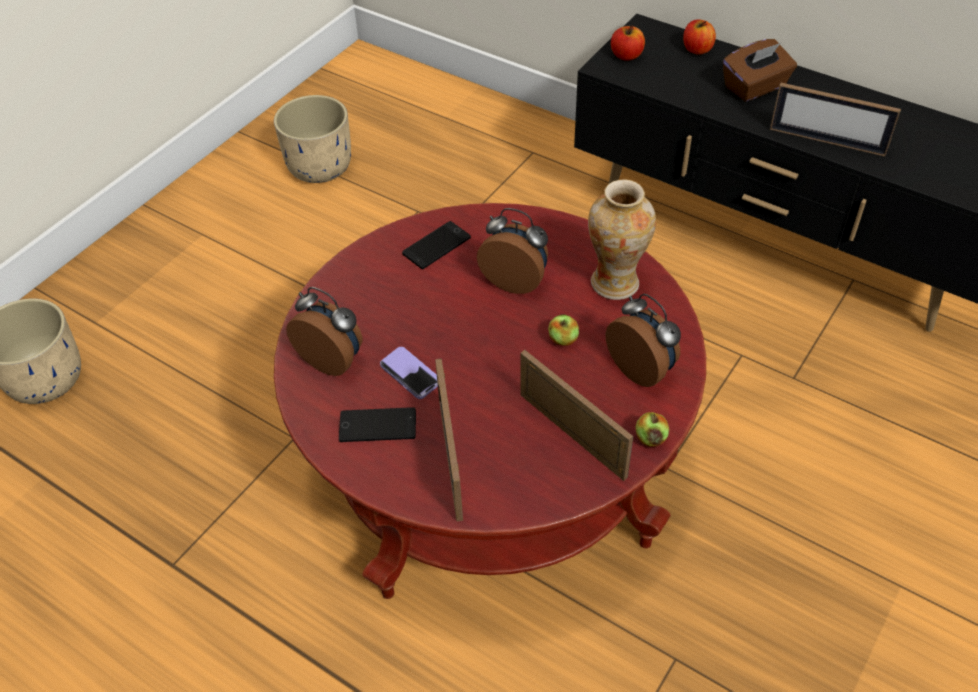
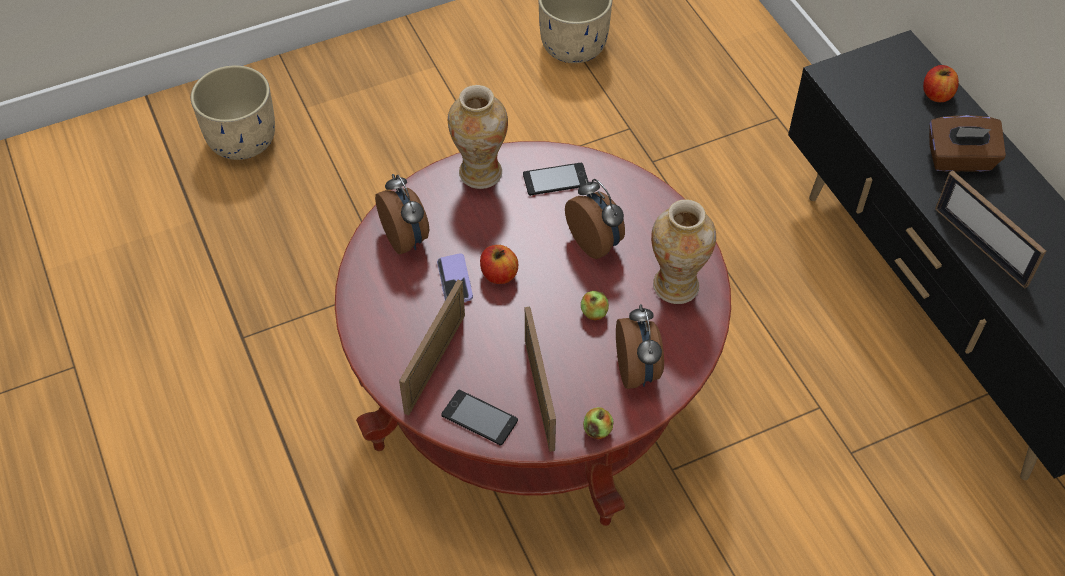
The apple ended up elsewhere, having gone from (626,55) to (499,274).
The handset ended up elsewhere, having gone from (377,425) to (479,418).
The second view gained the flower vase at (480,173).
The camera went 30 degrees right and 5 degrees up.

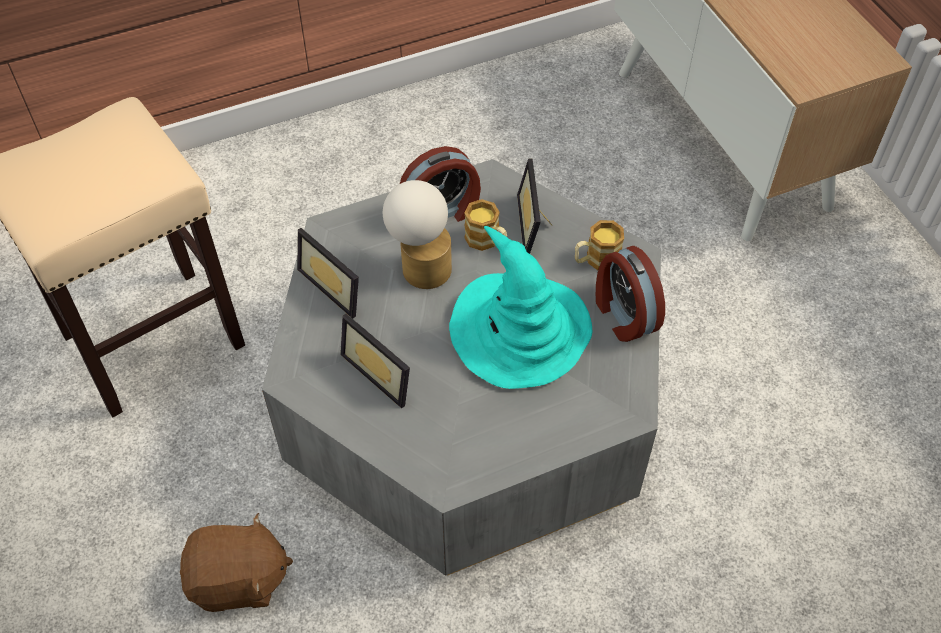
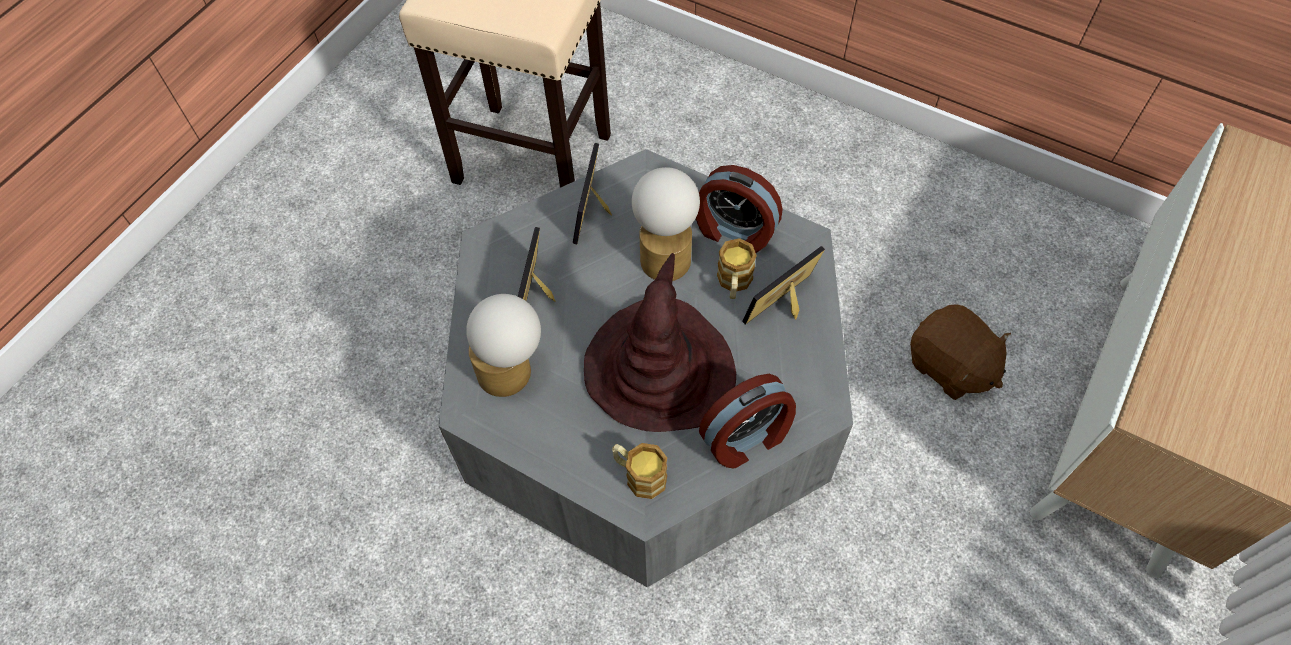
The coffee mug ended up elsewhere, having gone from (596,260) to (639,475).
What was the blue-green wearable hat at (520,331) turned into the brownish wearable hat at (659,369).
The table clock at (623,315) ended up facing another way, 150 degrees counterclockwise from before.
The brownish soft toy ended up elsewhere, having gone from (239,580) to (950,366).
The second view gained the lamp for a table at (512,374).
The camera went 55 degrees right and 5 degrees up.

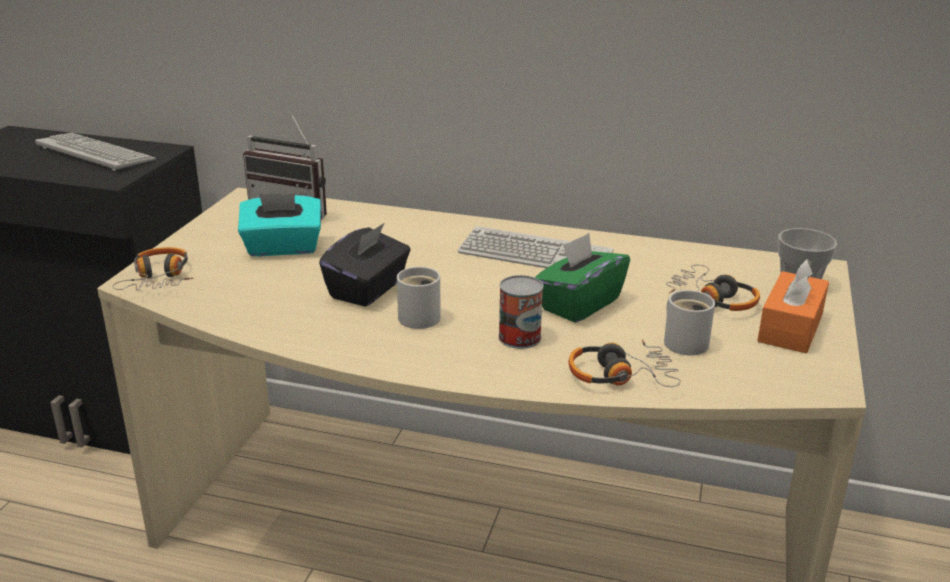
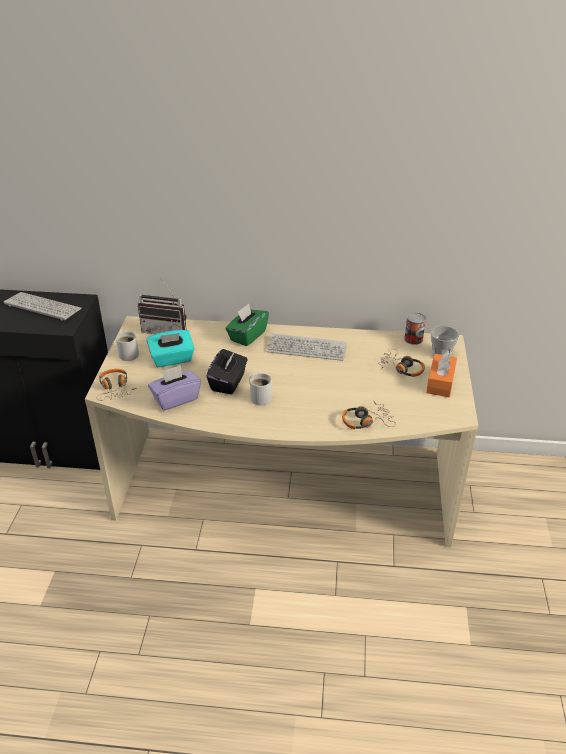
The greenish tissue holder ended up elsewhere, having gone from (579,304) to (247,336).
The sealed can ended up elsewhere, having gone from (519,337) to (413,339).
The whitish coffee mug ended up elsewhere, having gone from (685,341) to (128,354).
The second view gained the purple-coloured tissue holder at (176,399).
The camera went 10 degrees left and 10 degrees up.

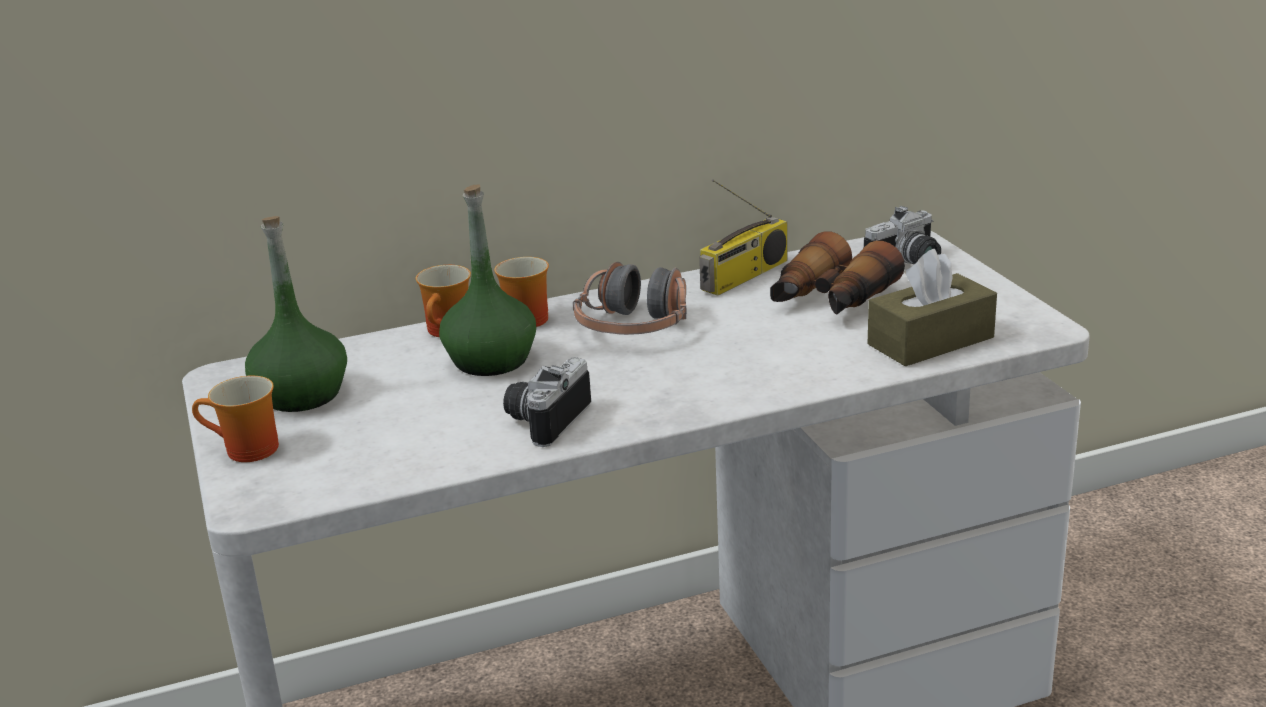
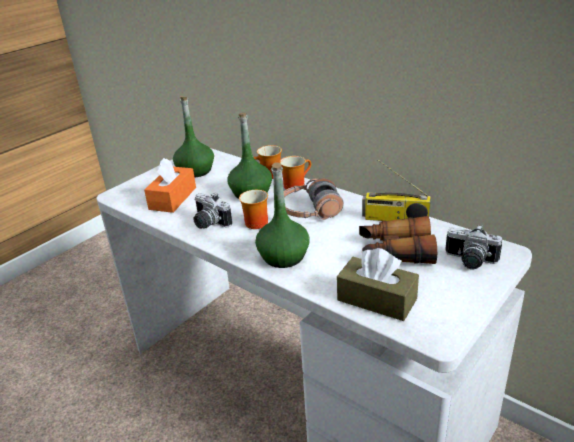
The photo camera at (544,420) ended up facing another way, 135 degrees counterclockwise from before.
The coffee mug ended up elsewhere, having gone from (245,451) to (253,222).
The second view gained the orange-coloured tissue holder at (173,198).
The second view gained the greenish drink bottle at (284,256).
The camera went 60 degrees right and 5 degrees up.

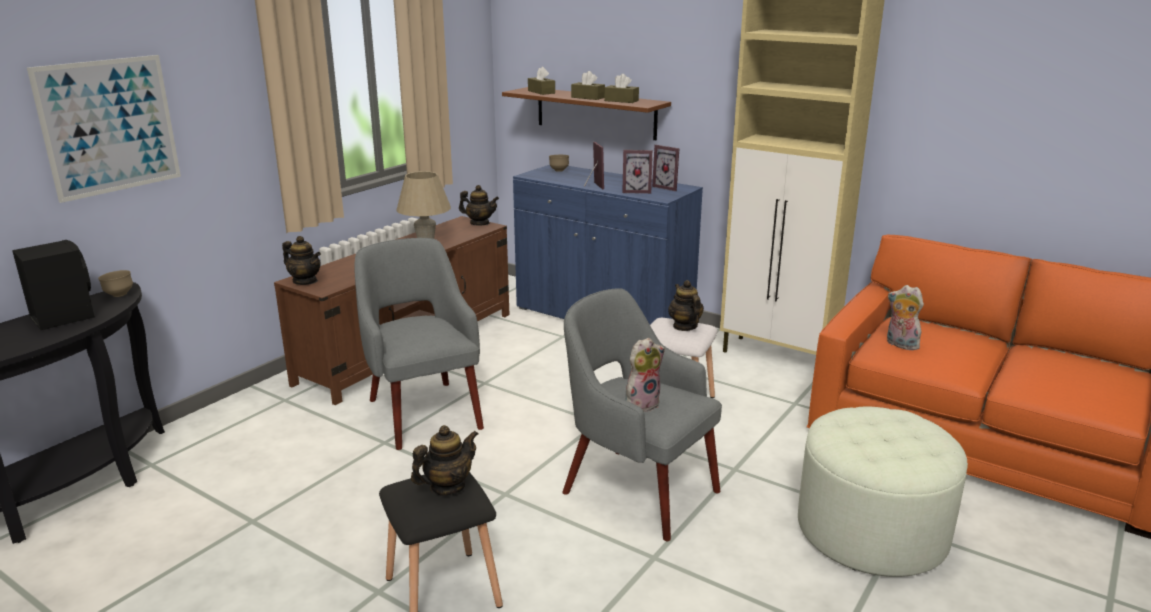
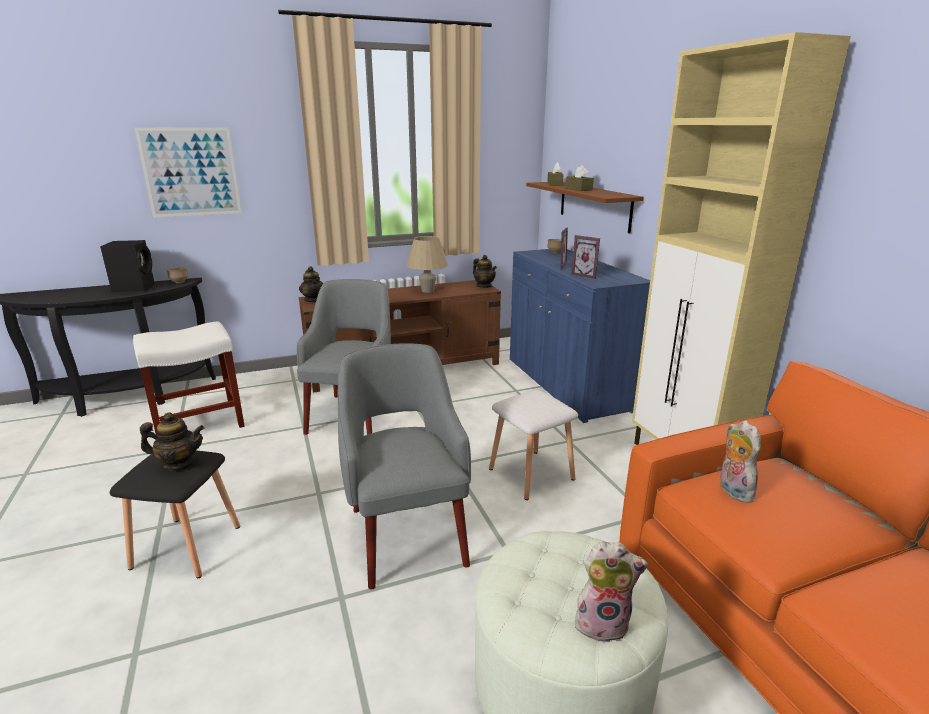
The second view lost the brownish tissue holder at (621,100).
The second view lost the standing frame at (668,187).
The second view lost the pot for tea at (684,326).
The soft toy ended up elsewhere, having gone from (642,403) to (603,623).
The second view gained the whitish stool at (200,424).
The camera went 35 degrees right and 0 degrees up.

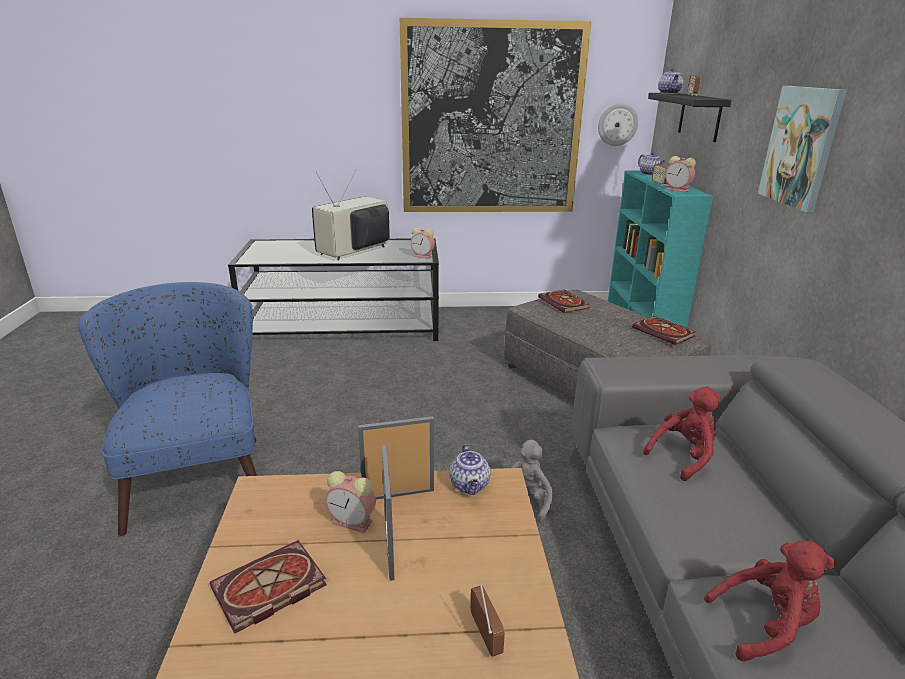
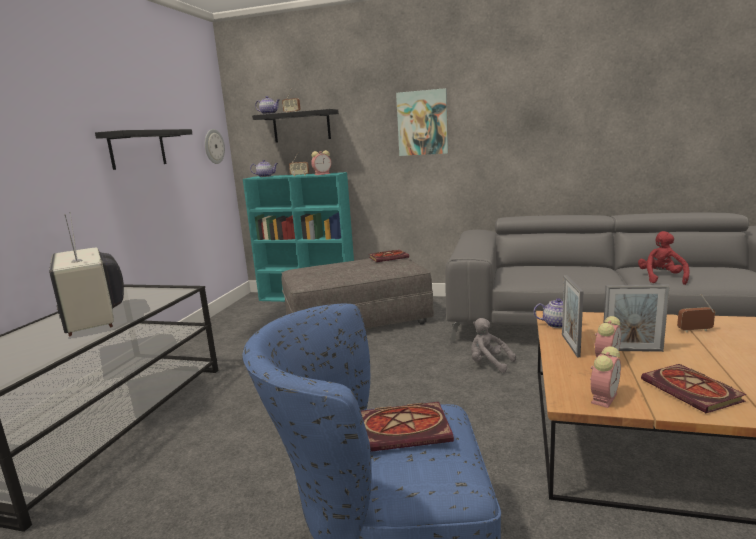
Where the wall art hung at (491,121), the black-coloured wall shelf came to hang at (137,149).
The table clock ended up elsewhere, having gone from (423,256) to (604,397).
The bound book ended up elsewhere, having gone from (565,303) to (406,429).
The second view lost the reddish soft toy at (683,456).
The camera went 70 degrees left and 10 degrees down.

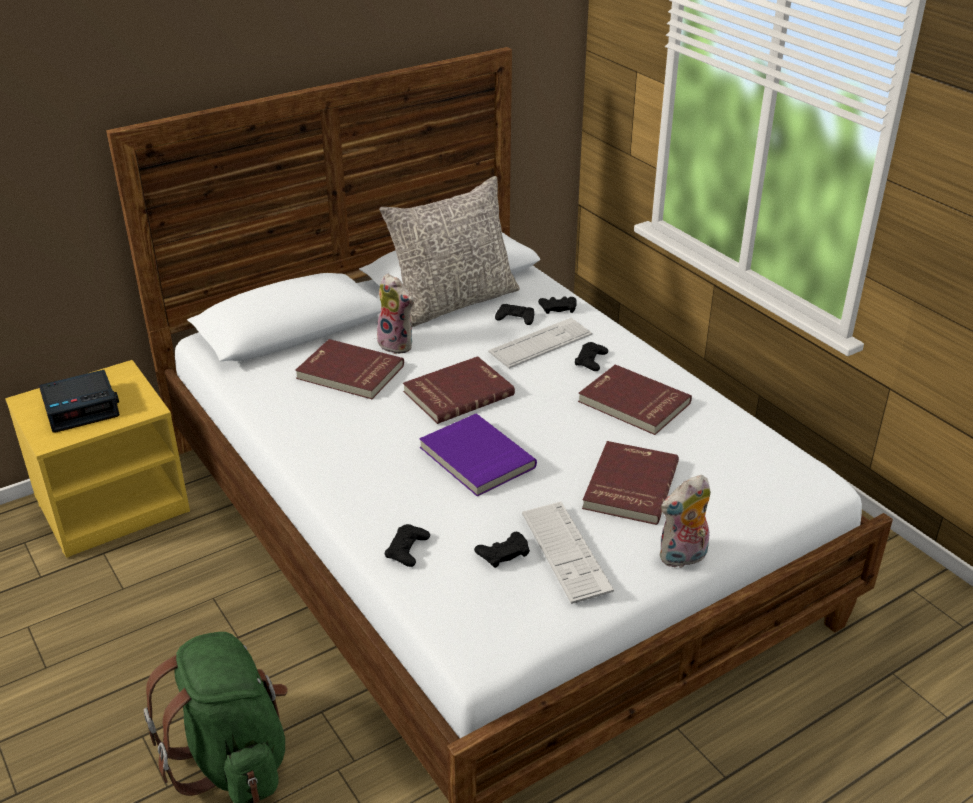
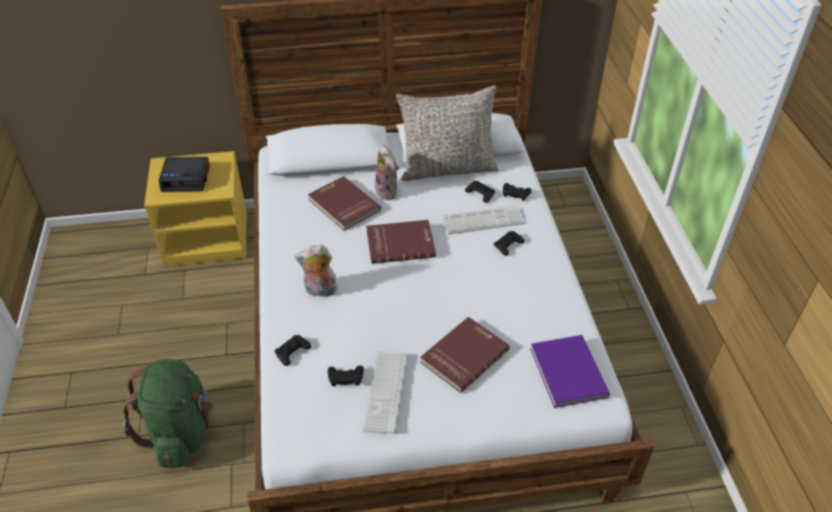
The second view lost the reddish bound book at (633,403).
The purple-coloured bound book ended up elsewhere, having gone from (475,458) to (566,373).
The soft toy ended up elsewhere, having gone from (683,558) to (320,291).
The camera went 25 degrees right and 10 degrees up.

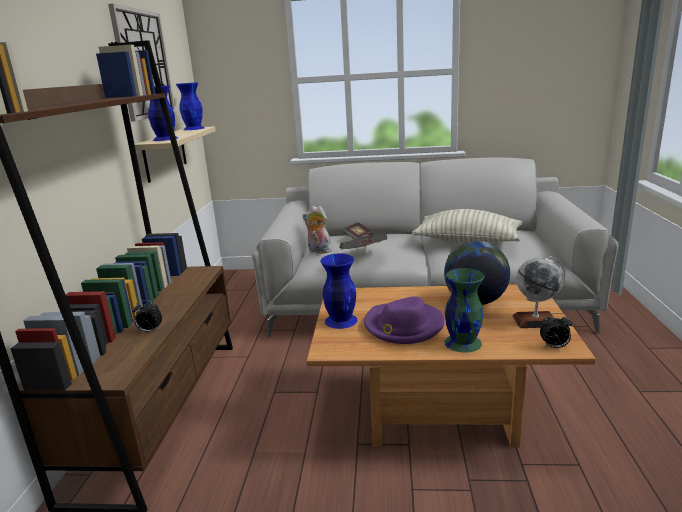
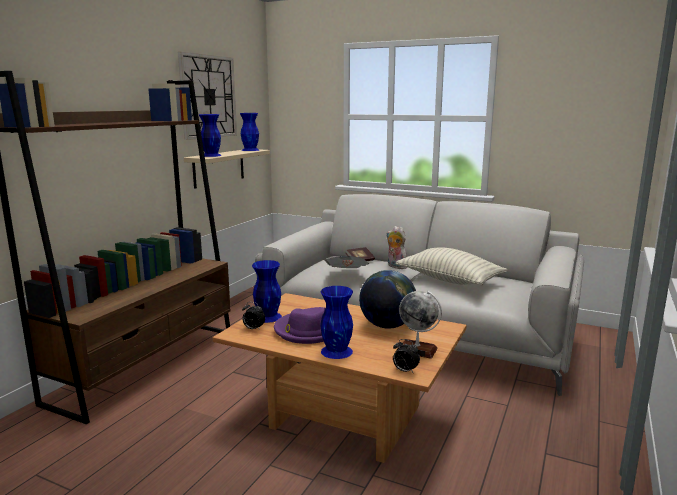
The soft toy ended up elsewhere, having gone from (318,251) to (395,266).
What was the greenish flower vase at (462,342) turned into the blue-coloured flower vase at (336,351).
The table clock ended up elsewhere, having gone from (150,331) to (253,329).
The camera went 20 degrees right and 5 degrees down.

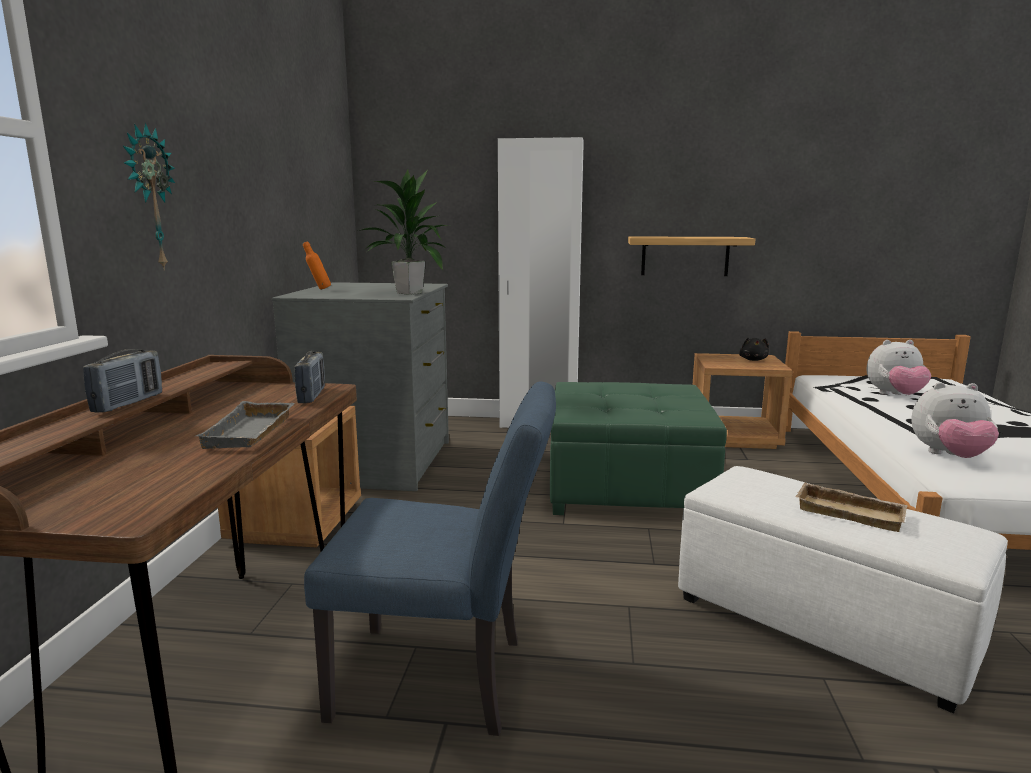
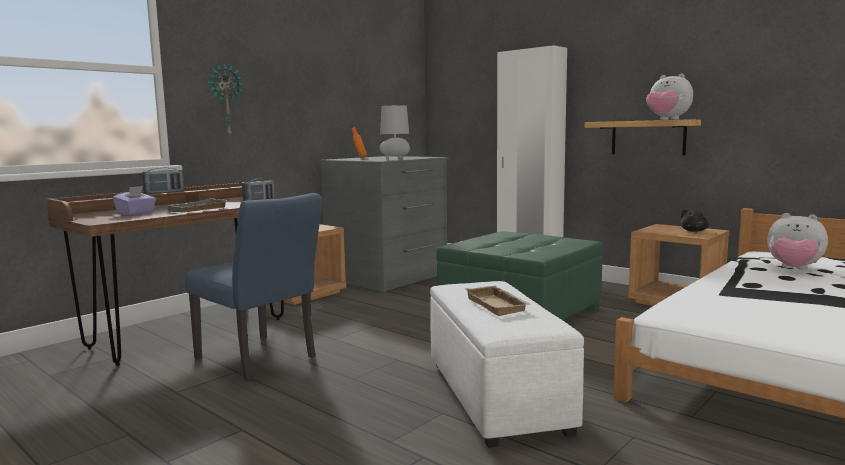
Where the houseplant stood at (408,293), the grey lamp for a table came to stand at (395,159).
The soft toy ended up elsewhere, having gone from (949,456) to (667,119).
The second view gained the purple-coloured tissue holder at (136,213).
The camera went 35 degrees right and 5 degrees down.

